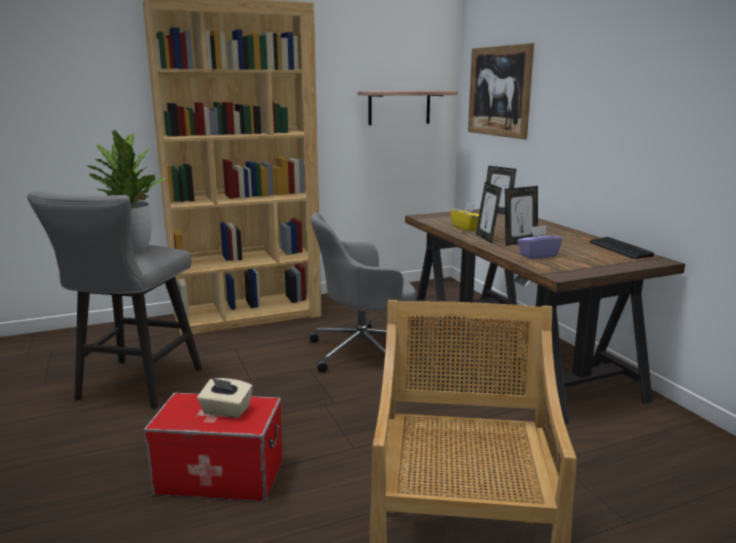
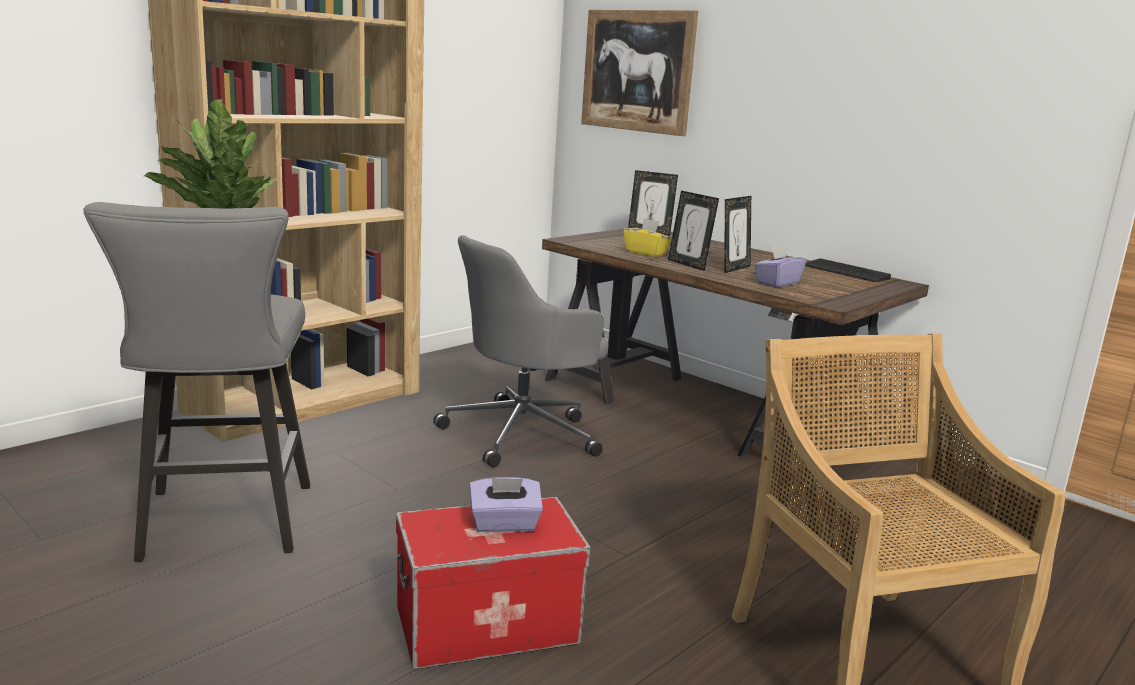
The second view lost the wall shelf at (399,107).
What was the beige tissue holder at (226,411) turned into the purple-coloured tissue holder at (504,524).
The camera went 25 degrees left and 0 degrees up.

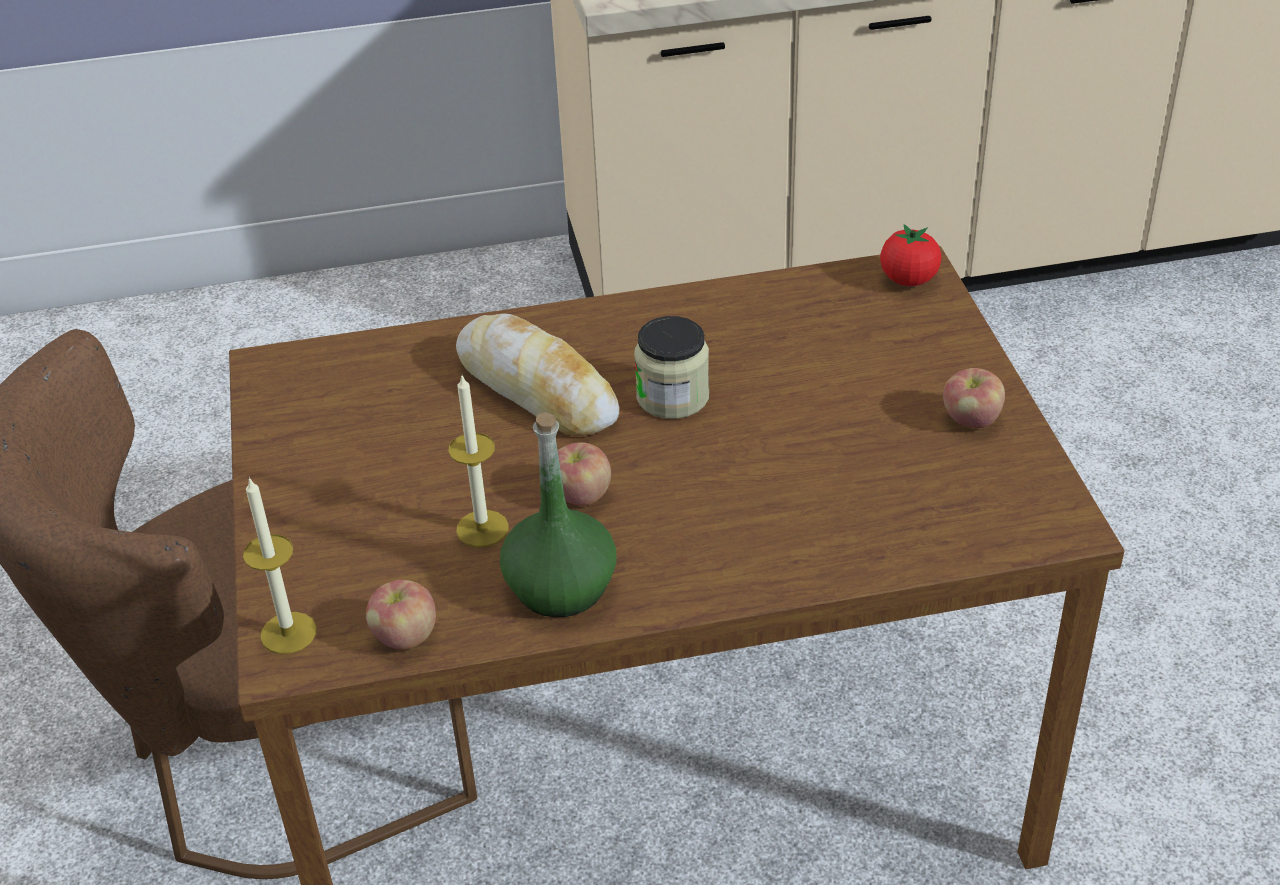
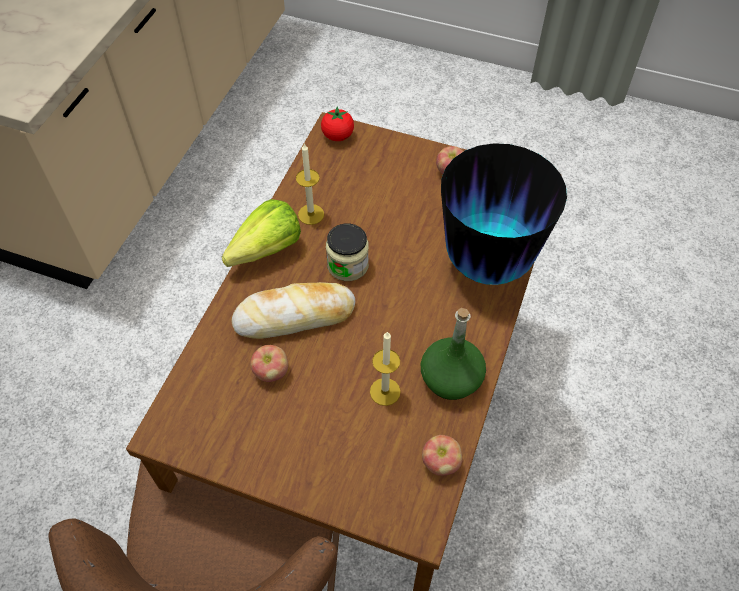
The apple ended up elsewhere, having gone from (581,496) to (271,372).
The wax light ended up elsewhere, having gone from (288,633) to (311,214).
The second view gained the flower vase at (487,263).
The second view gained the lettuce head at (260,253).
The camera went 60 degrees left and 15 degrees up.

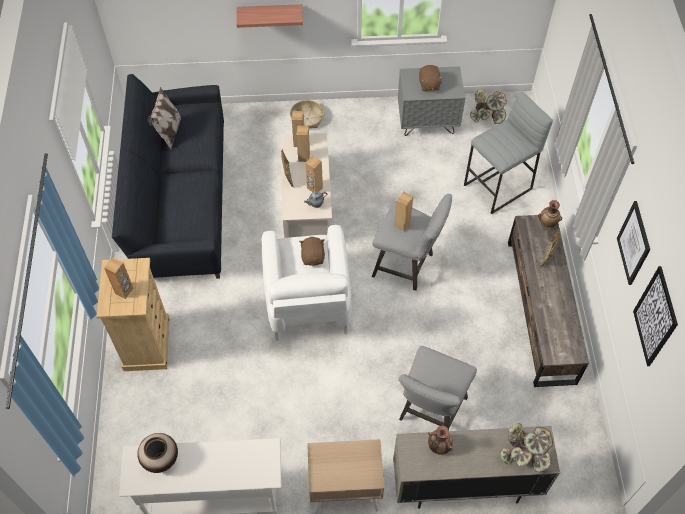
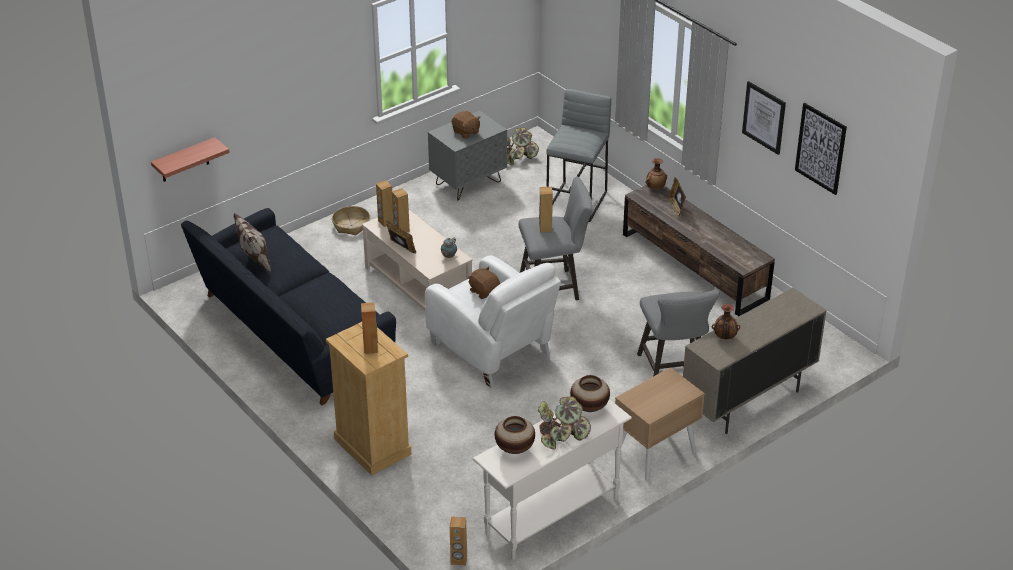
The wall shelf ended up elsewhere, having gone from (270,15) to (184,160).
The brownish loudspeaker ended up elsewhere, having gone from (314,188) to (459,560).
The houseplant ended up elsewhere, having gone from (524,453) to (562,436).
The second view gained the flower vase at (589,407).
The camera went 35 degrees left and 20 degrees down.

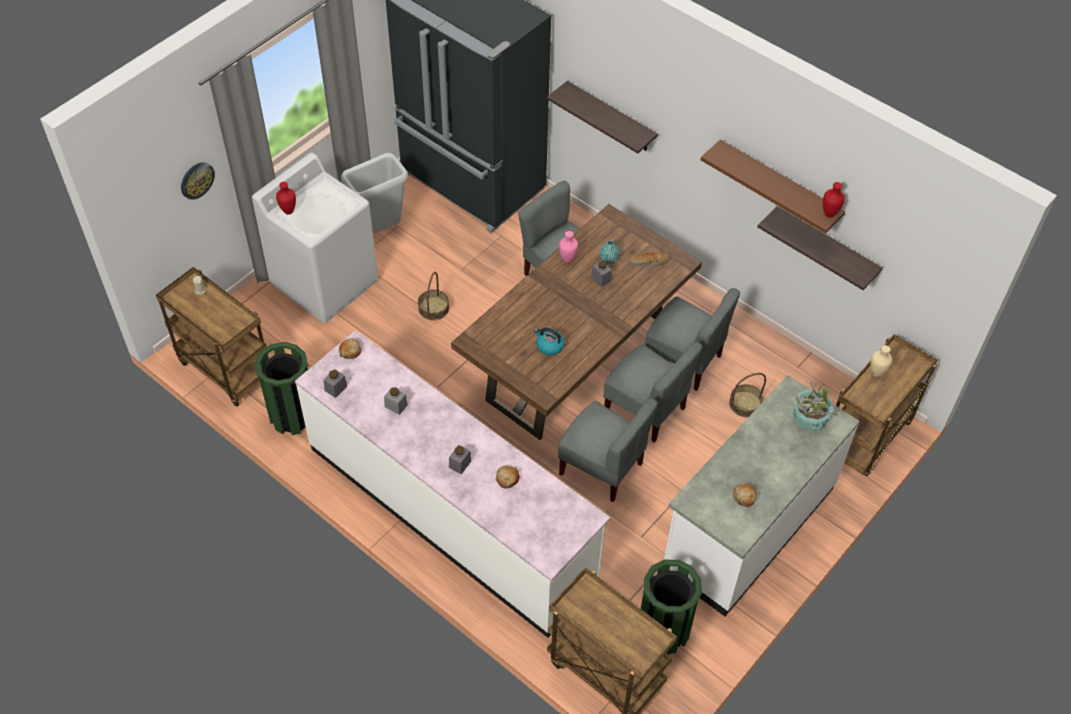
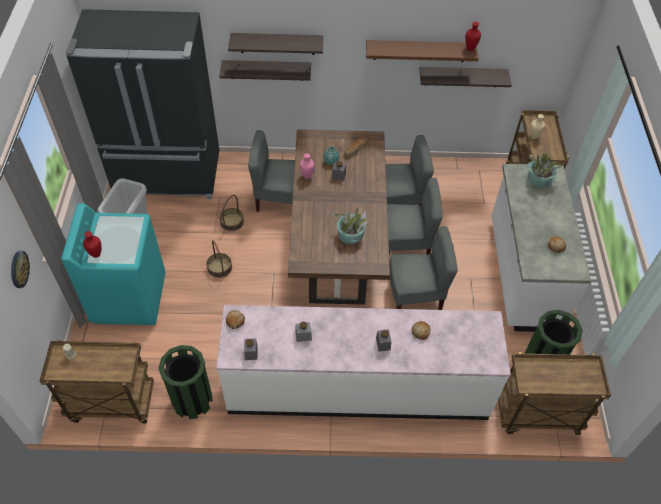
What was the whitish laundry appliance at (325,282) turned into the blue-green laundry appliance at (129,297).
Where the water kettle stood at (549,346), the houseplant came to stand at (350,235).
The household basket ended up elsewhere, having gone from (745,404) to (232,222).
The second view gained the wall shelf at (277,43).
The camera went 40 degrees left and 0 degrees up.

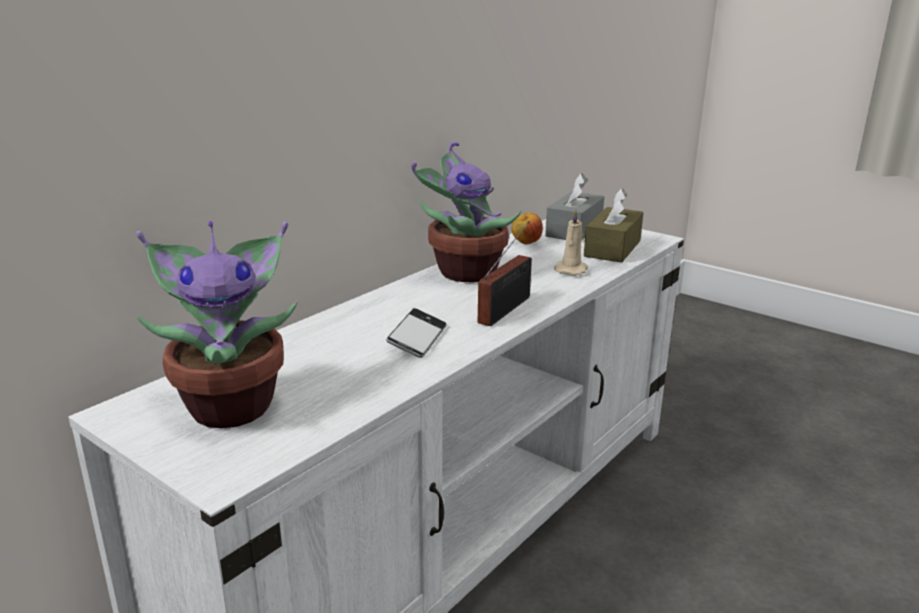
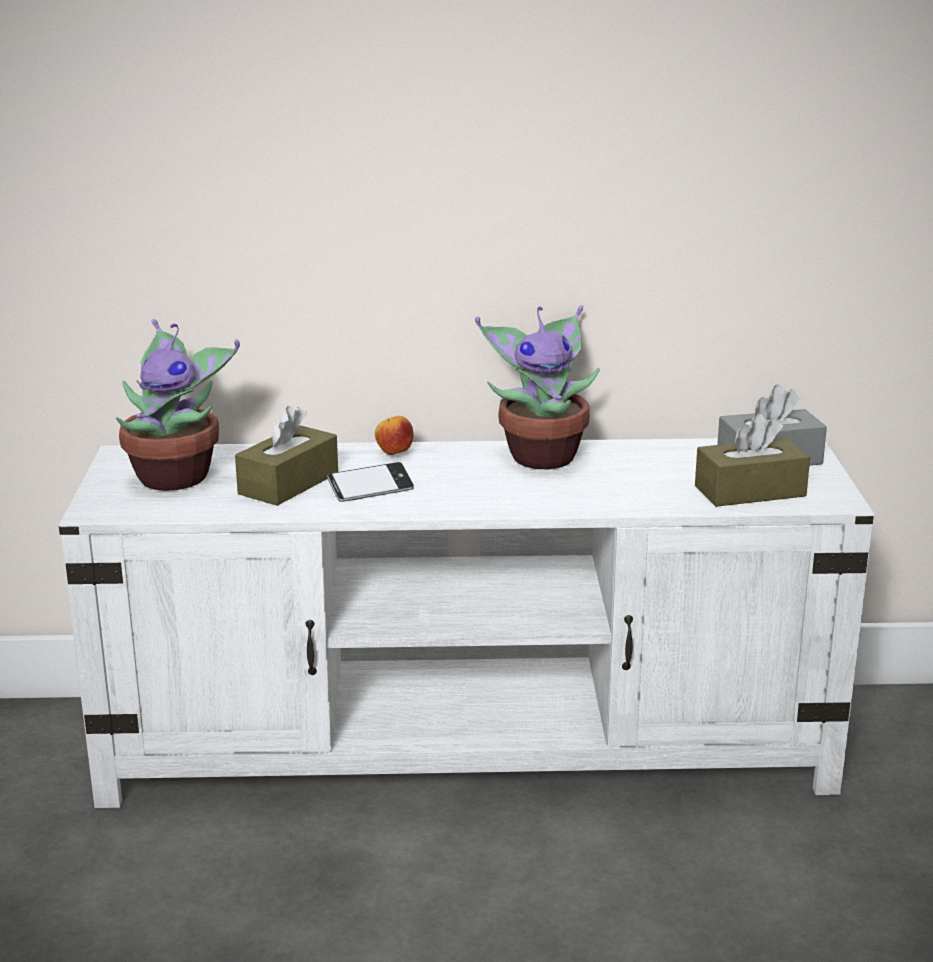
The second view lost the beige wax light at (571,270).
The apple ended up elsewhere, having gone from (526,243) to (394,453).
The second view lost the radio receiver at (508,308).
The second view gained the brownish tissue holder at (288,483).
The camera went 50 degrees right and 0 degrees up.

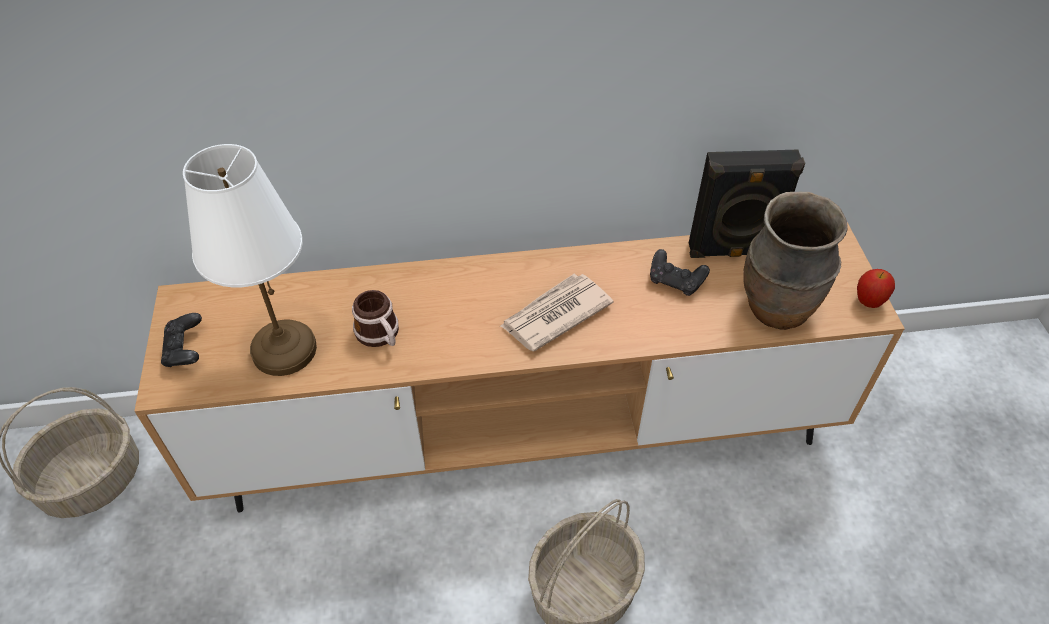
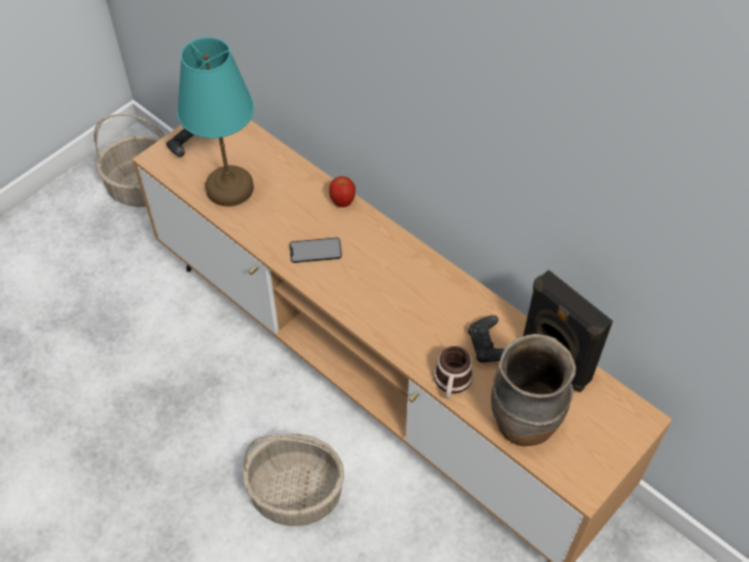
What was the whitish lamp for a table at (282,350) turned into the blue-green lamp for a table at (229,187).
The apple ended up elsewhere, having gone from (868,302) to (342,202).
The second view lost the daily paper at (554,314).
The coffee mug ended up elsewhere, having gone from (380,335) to (451,383).
The second view gained the handset at (315,250).
The camera went 50 degrees right and 5 degrees up.

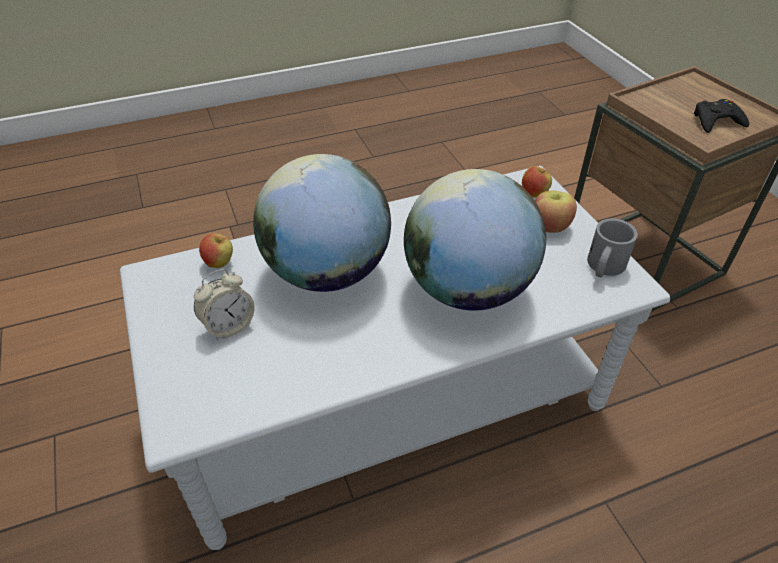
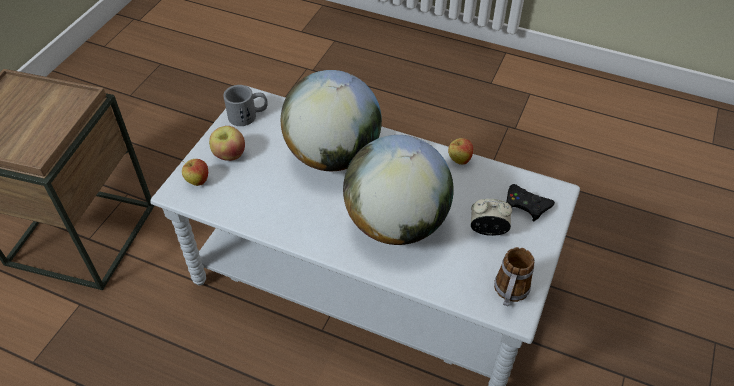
The black-coloured game controller ended up elsewhere, having gone from (716,121) to (526,205).
The apple ended up elsewhere, having gone from (219,263) to (459,160).
The second view gained the coffee mug at (509,293).
The camera went 135 degrees left and 5 degrees up.

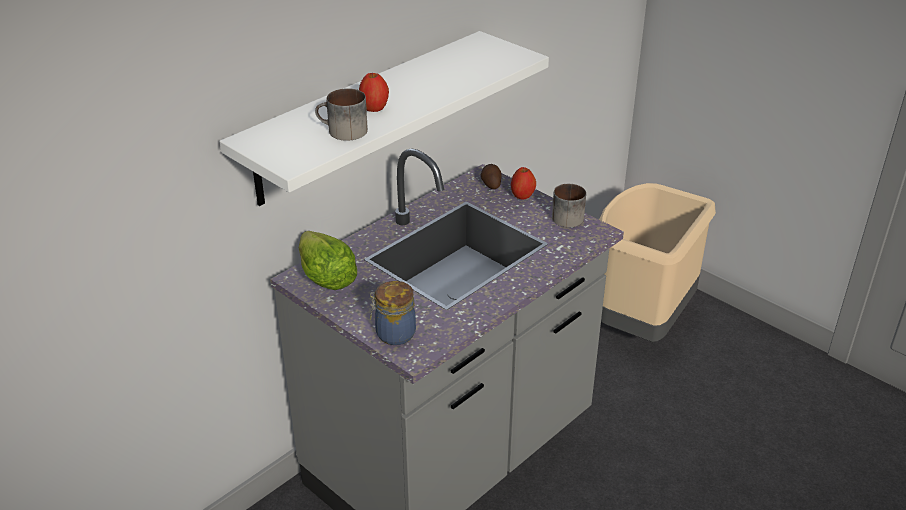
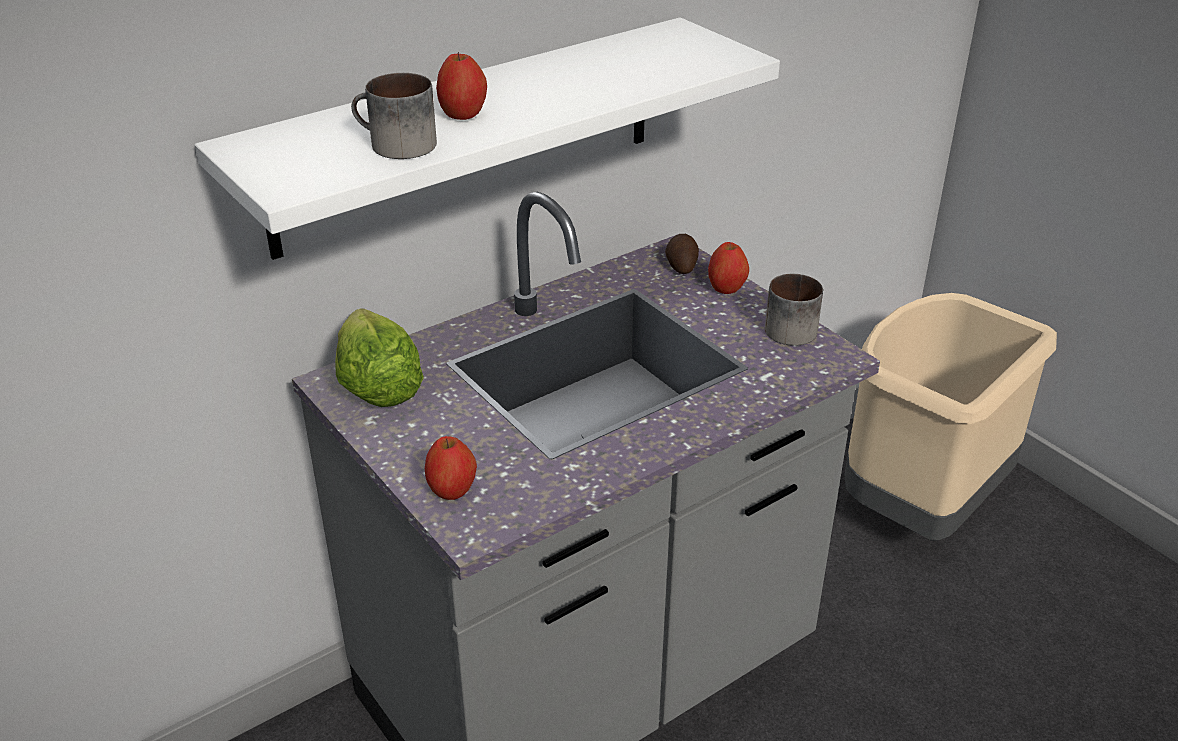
Where the storage jar stood at (393,334), the apple came to stand at (452,490).
The camera went 10 degrees right and 0 degrees up.

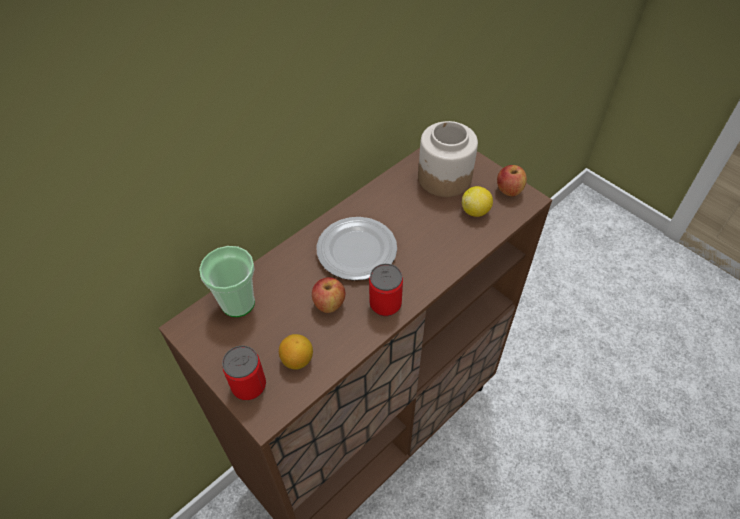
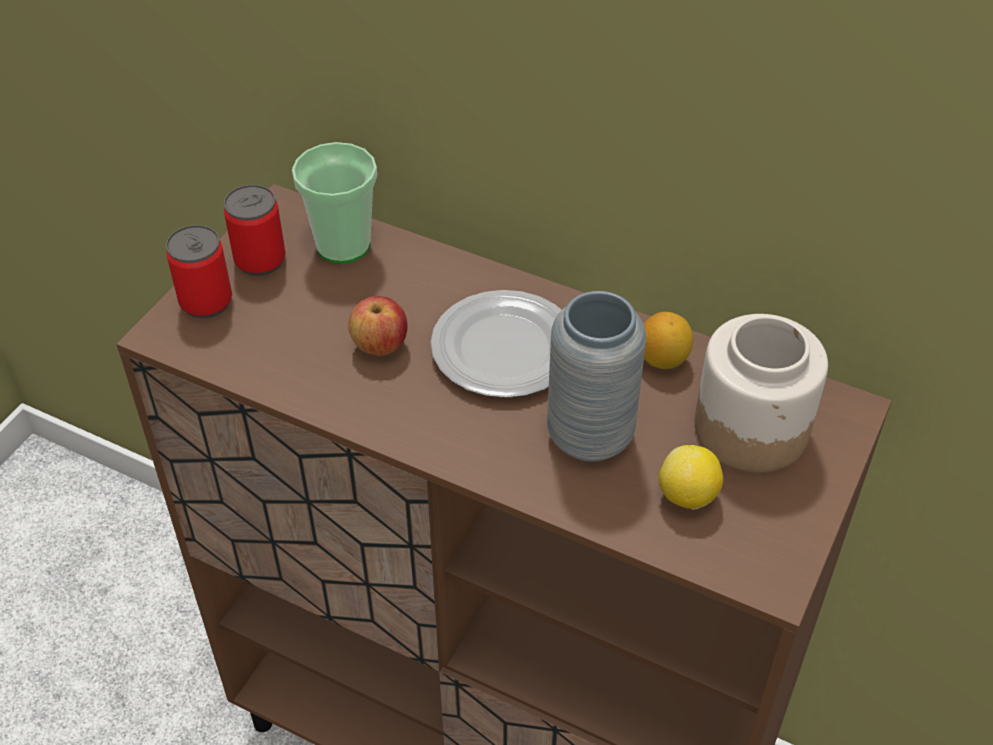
The second view lost the apple at (509,191).
The sealed can ended up elsewhere, having gone from (385,304) to (260,260).
The lemon ended up elsewhere, having gone from (297,359) to (663,359).
The second view gained the grey flower vase at (590,437).
The camera went 70 degrees right and 5 degrees down.

